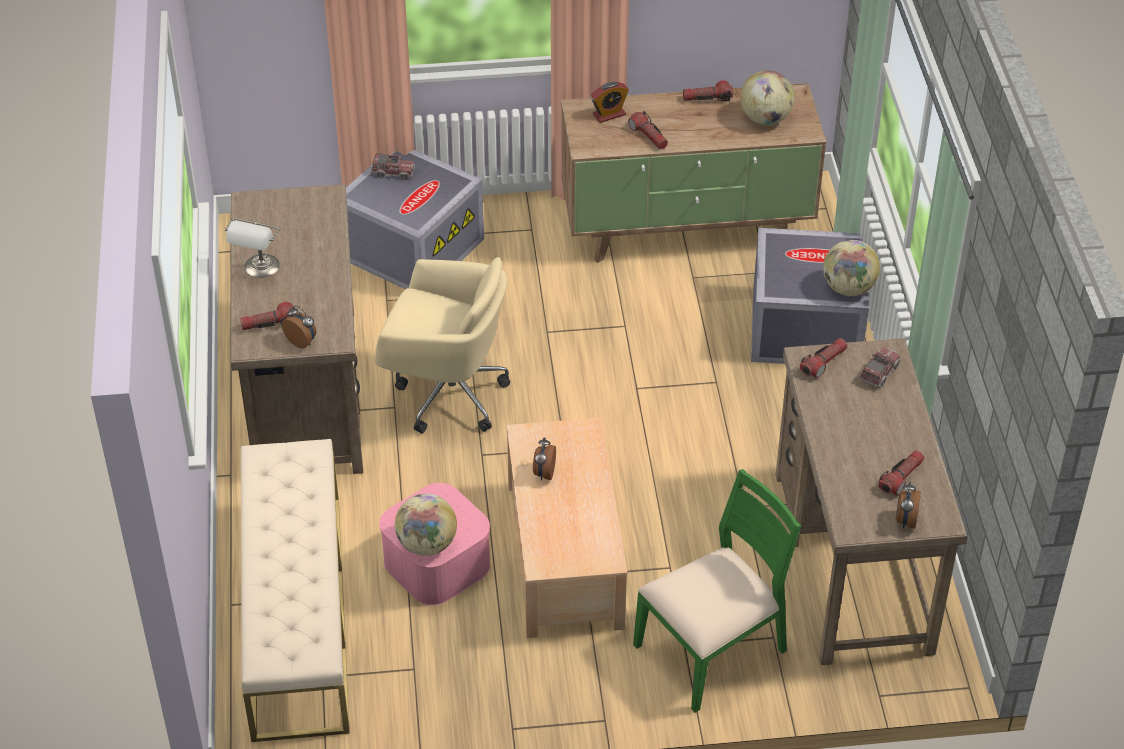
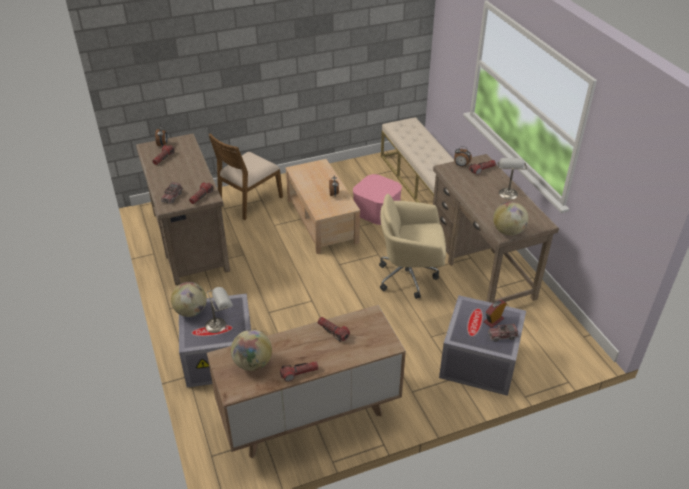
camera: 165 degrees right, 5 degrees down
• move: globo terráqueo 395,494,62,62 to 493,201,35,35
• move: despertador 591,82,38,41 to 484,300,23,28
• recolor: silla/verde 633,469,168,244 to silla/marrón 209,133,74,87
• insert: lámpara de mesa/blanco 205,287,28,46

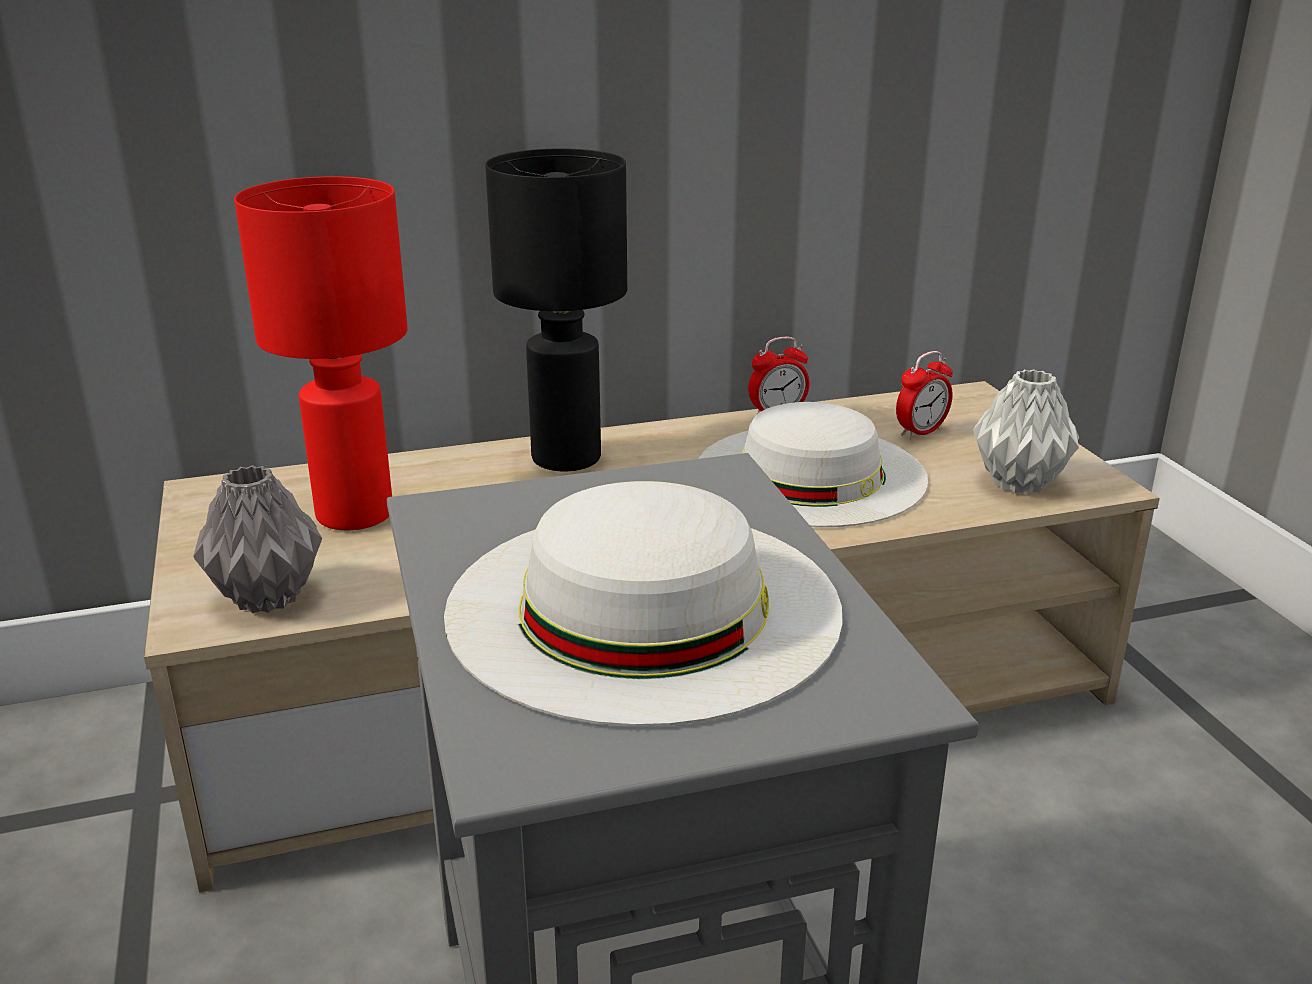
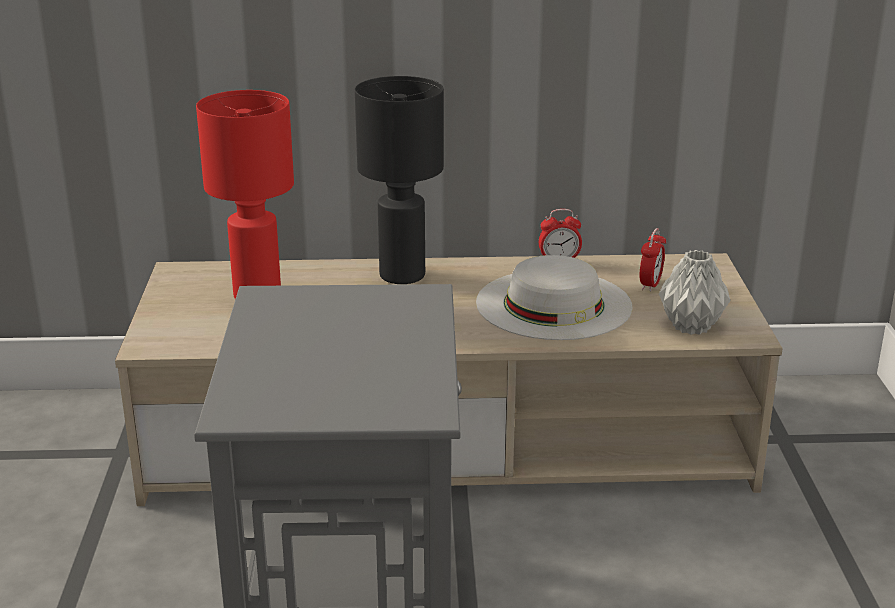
camera: 15 degrees right, 0 degrees up
• delete: florero/gris 193,465,129,148
• delete: sombrero/blanco 444,481,399,246
• rotate: despertador 896,351,57,88 = 640,228,26,64 45 degrees counterclockwise

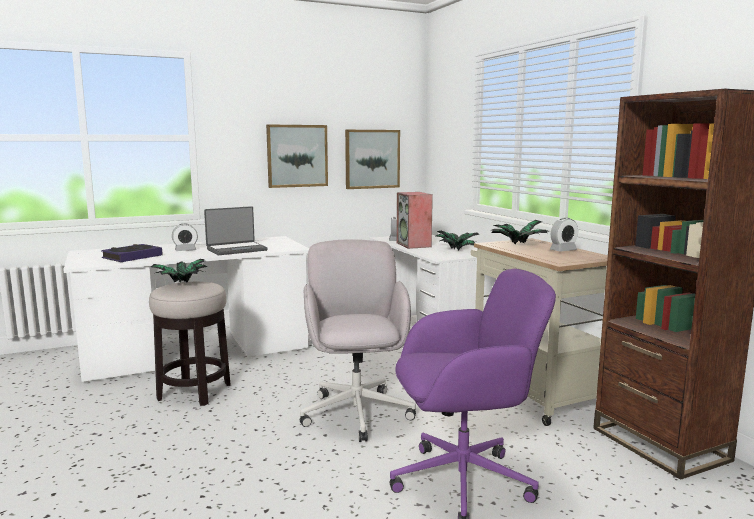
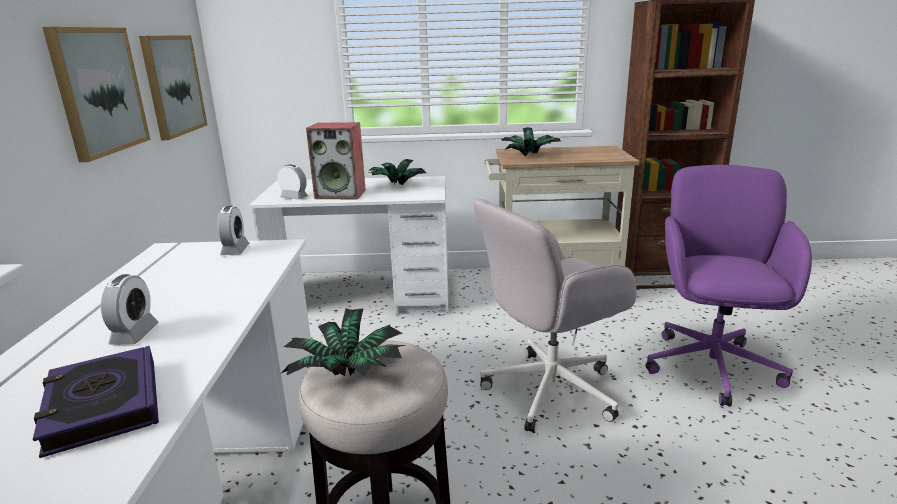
camera: 65 degrees left, 10 degrees up
• delete: portátil 204,206,63,49
• rotate: silla de oficina/gris 300,239,116,203 = 474,199,163,234 45 degrees counterclockwise
• move: despertador 550,217,28,35 to 217,206,32,49

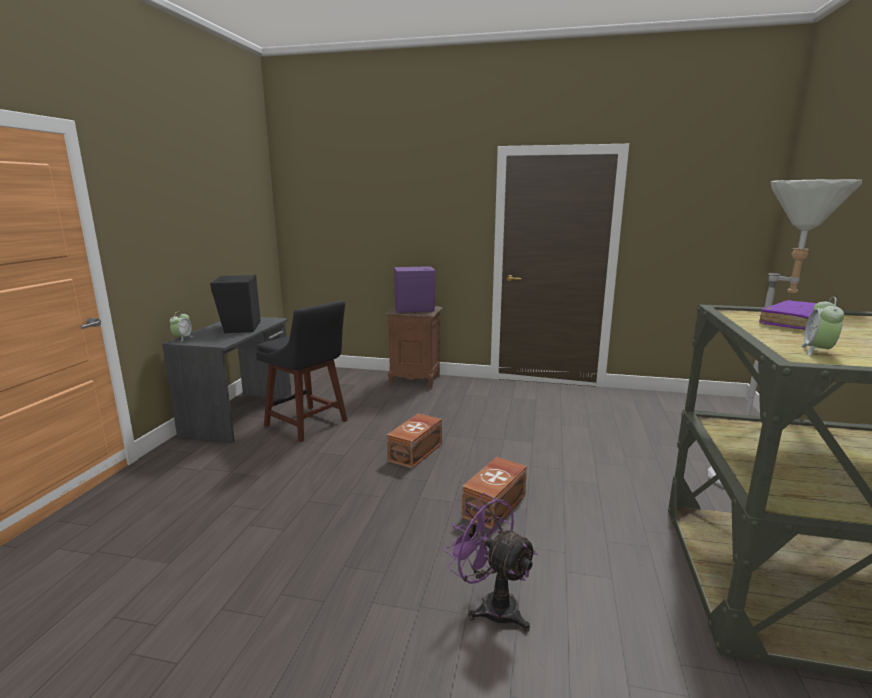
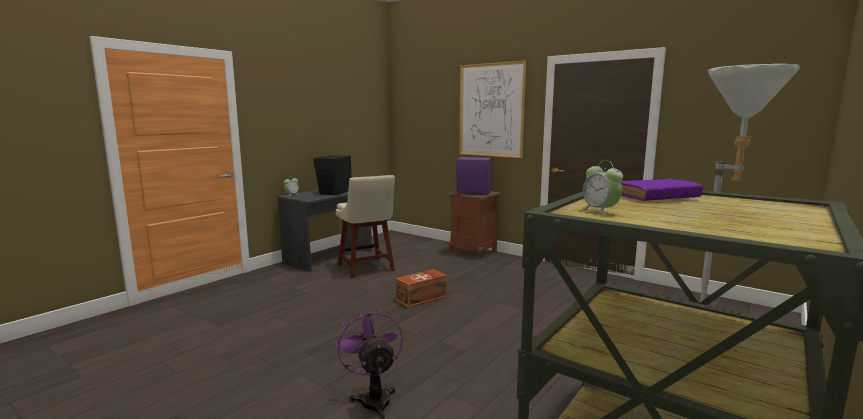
camera: 25 degrees right, 5 degrees down
• recolor: taburete/negro 256,300,92,142 to taburete/beis 336,175,59,103
• delete: caja de almacenaje/marrón 462,457,65,72
• rotate: despertador 801,297,43,59 = 581,161,42,55 75 degrees counterclockwise
• insert: cuadro 459,61,67,97

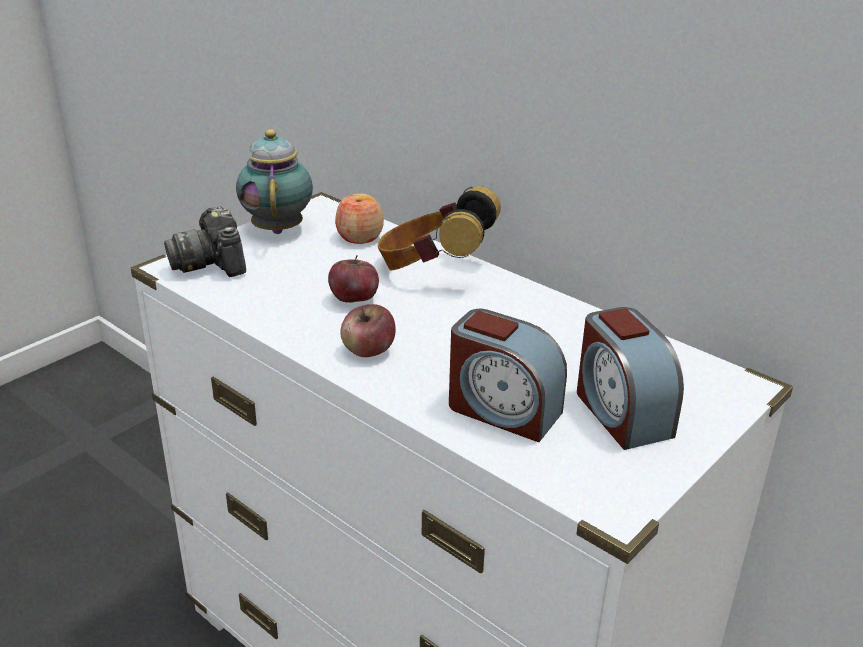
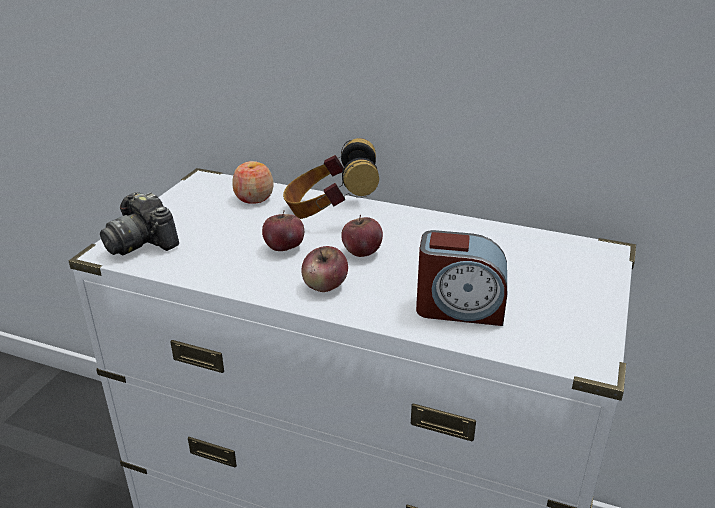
camera: 20 degrees left, 0 degrees up
• delete: tetera 236,129,77,105
• delete: despertador 577,307,107,143
• insert: manzana 341,215,42,42

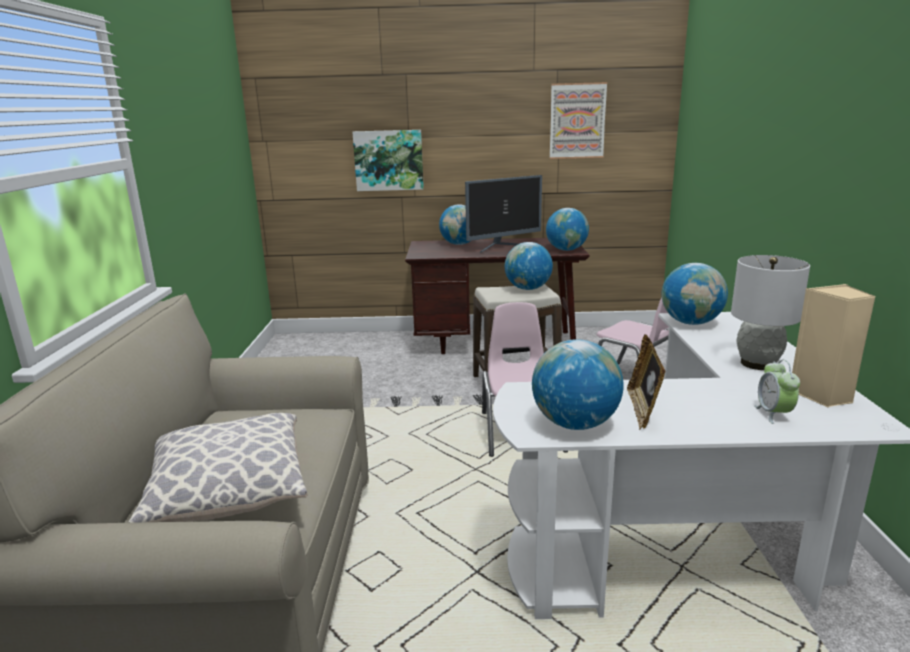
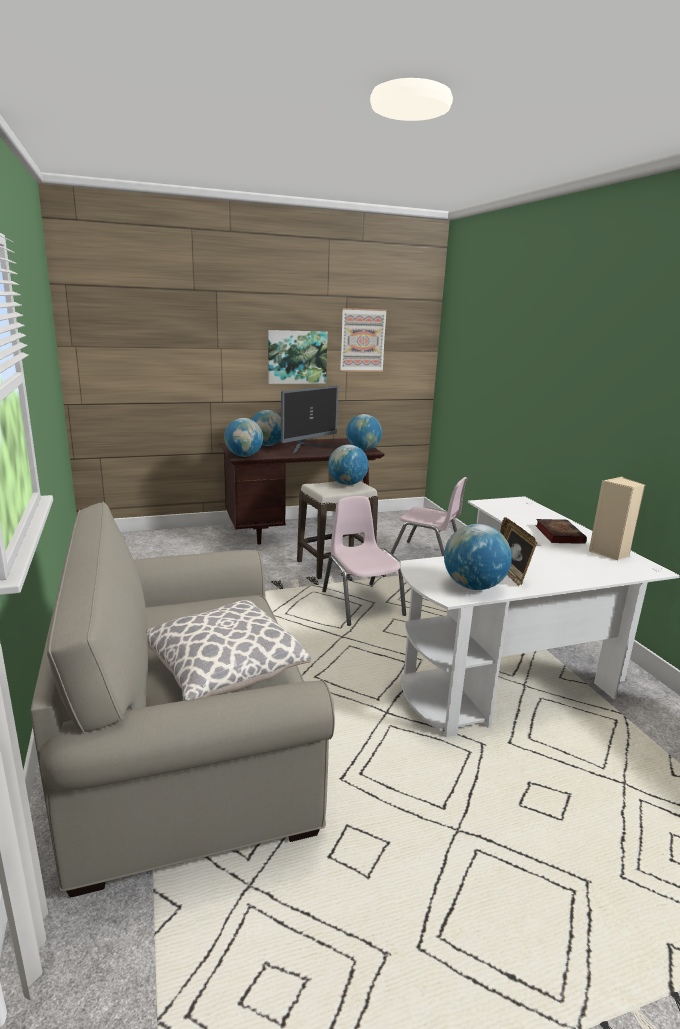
camera: 20 degrees left, 0 degrees up
• move: cuadro 352,130,72,61 to 268,330,60,54
• move: globo terráqueo 662,263,66,62 to 224,418,39,39
• replace: lámpara de mesa/blanco 731,255,79,115 to libro 535,519,52,25
• delete: despertador 754,360,46,64

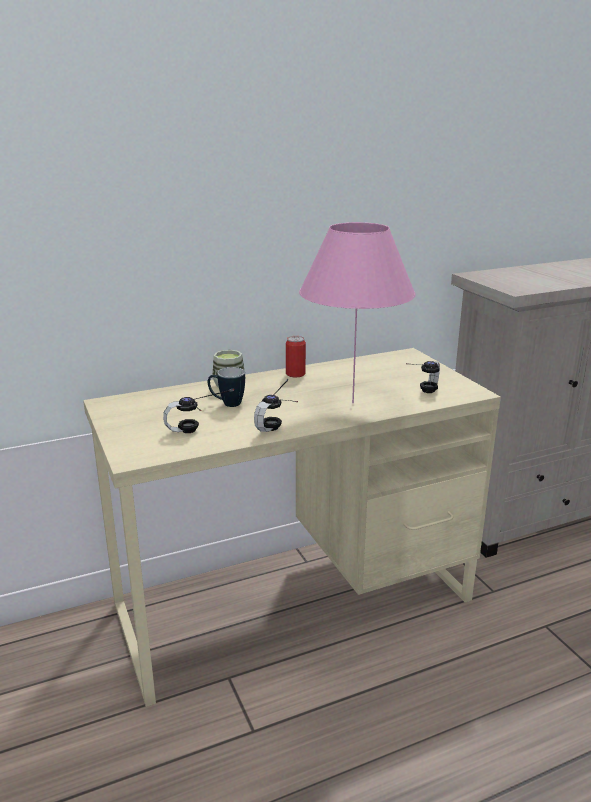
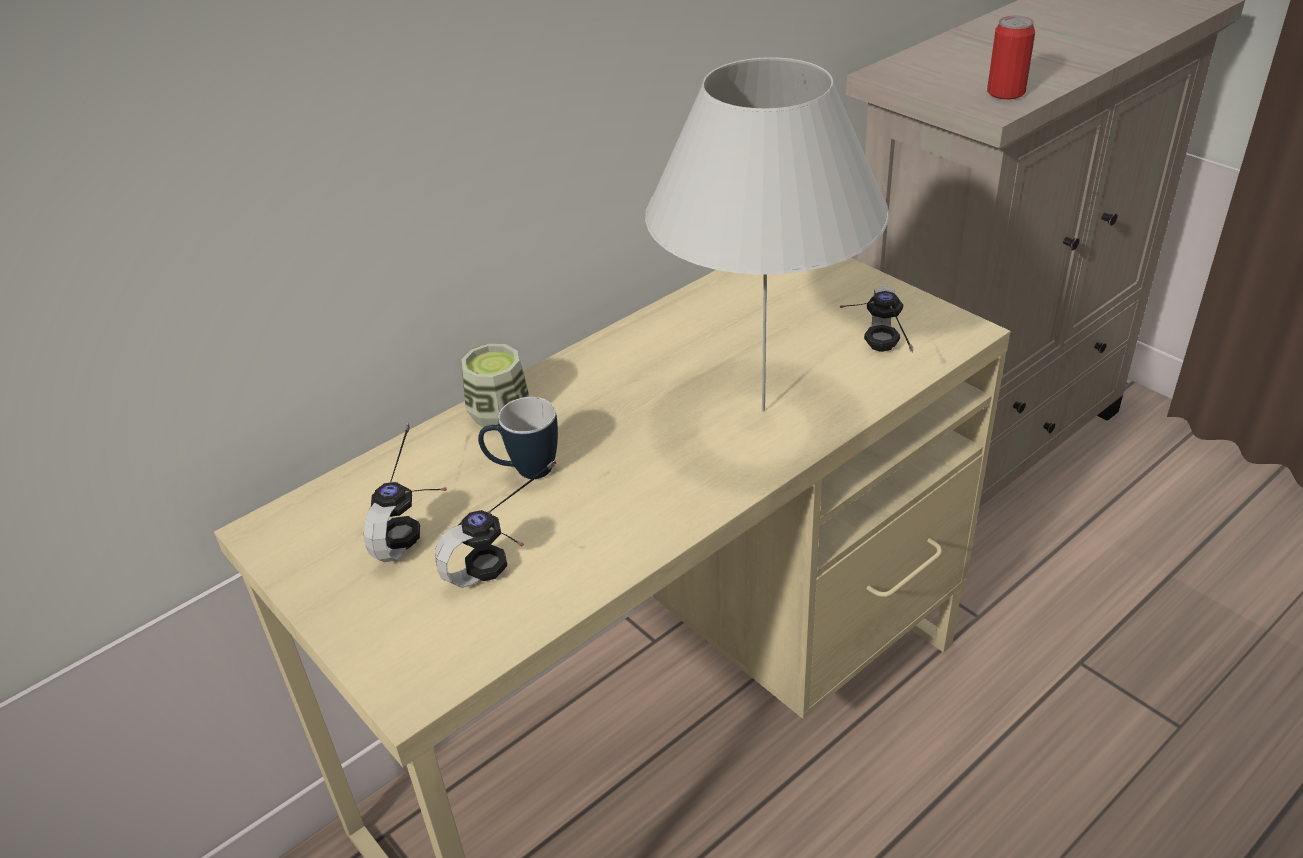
camera: 15 degrees left, 15 degrees up
• move: auriculares 254,379,44,53 to 364,423,83,139
• move: lata 286,336,20,41 to 987,15,48,84
• recolor: lámpara de mesa/rosa 299,222,117,181 to lámpara de mesa/blanco 645,57,244,355

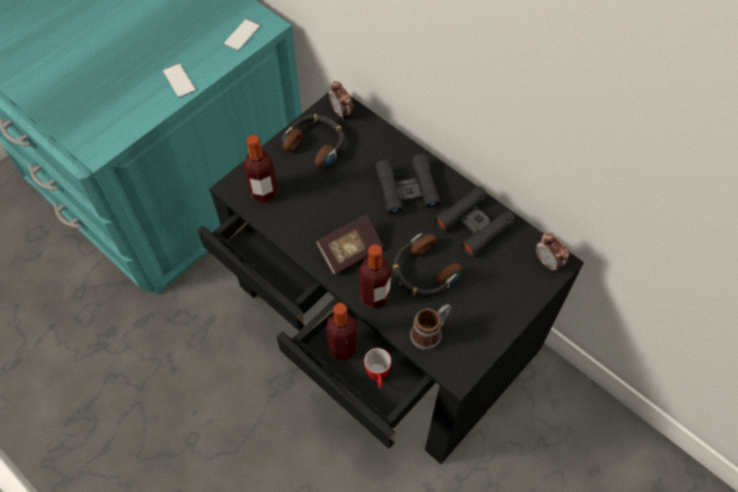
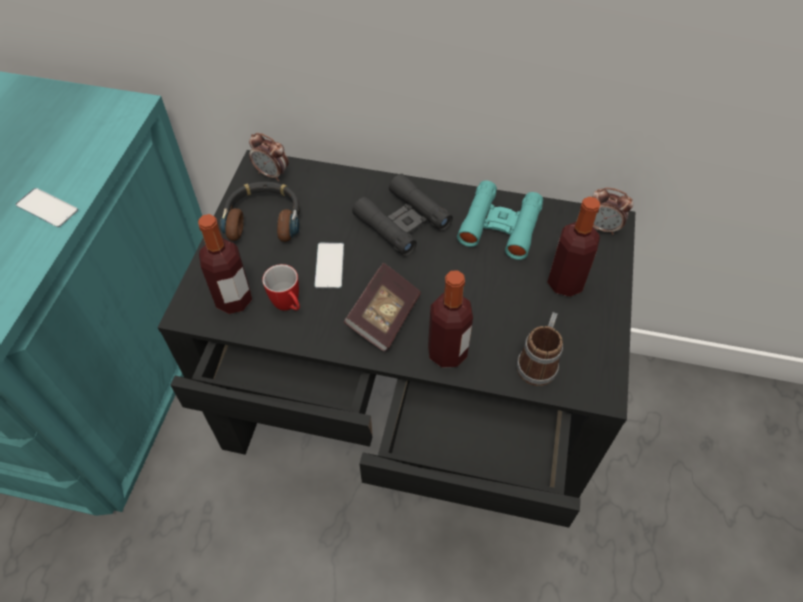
camera: 30 degrees left, 5 degrees down
• move: móvil 224,19,37,32 to 314,242,30,46
• move: botella 326,303,31,57 to 548,196,52,101
• move: taza grande 364,348,27,41 to 262,264,38,47
• delete: auriculares 393,233,70,64
• recolor: prismáticos/negro 434,186,81,71 to prismáticos/turquesa 457,180,86,80

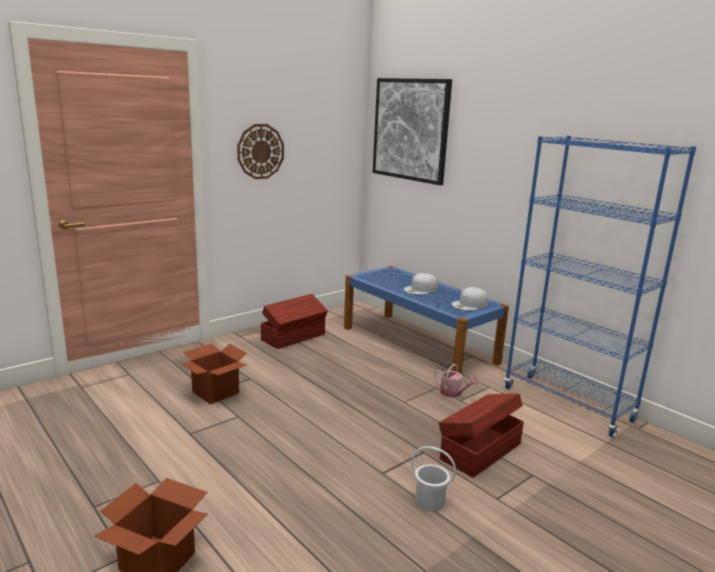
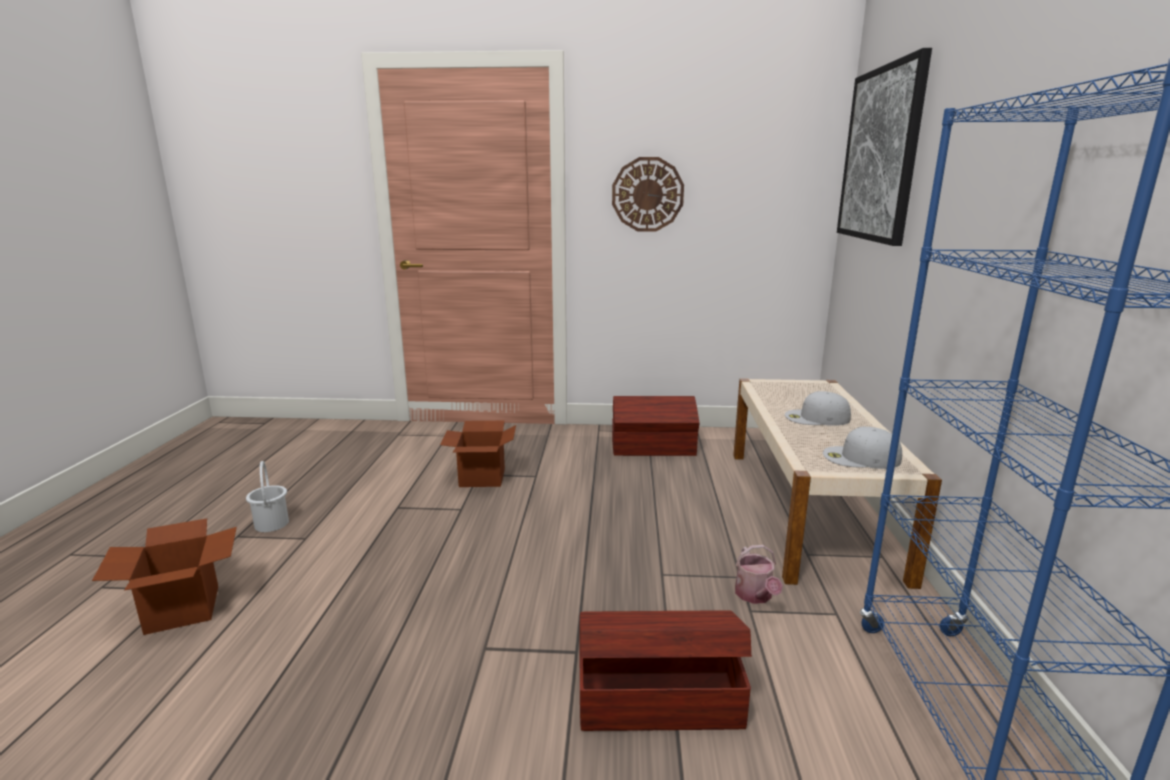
camera: 45 degrees right, 0 degrees up
• recolor: banco/azul 344,266,165,108 to banco/beis 733,378,209,211
• move: cubo/blanco 411,446,45,66 to 246,461,43,71

